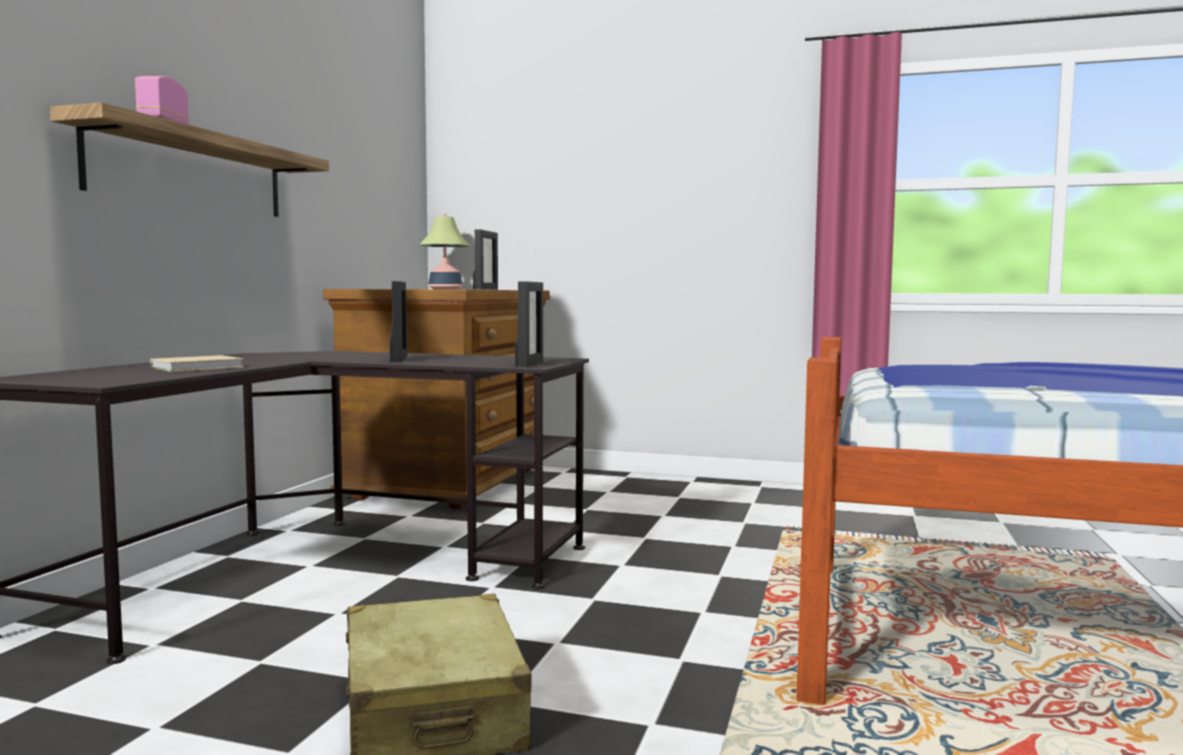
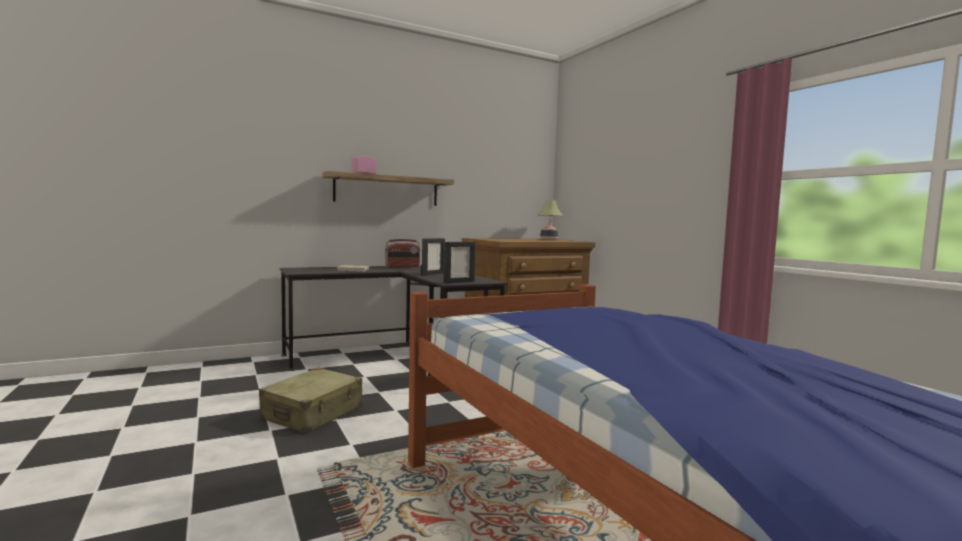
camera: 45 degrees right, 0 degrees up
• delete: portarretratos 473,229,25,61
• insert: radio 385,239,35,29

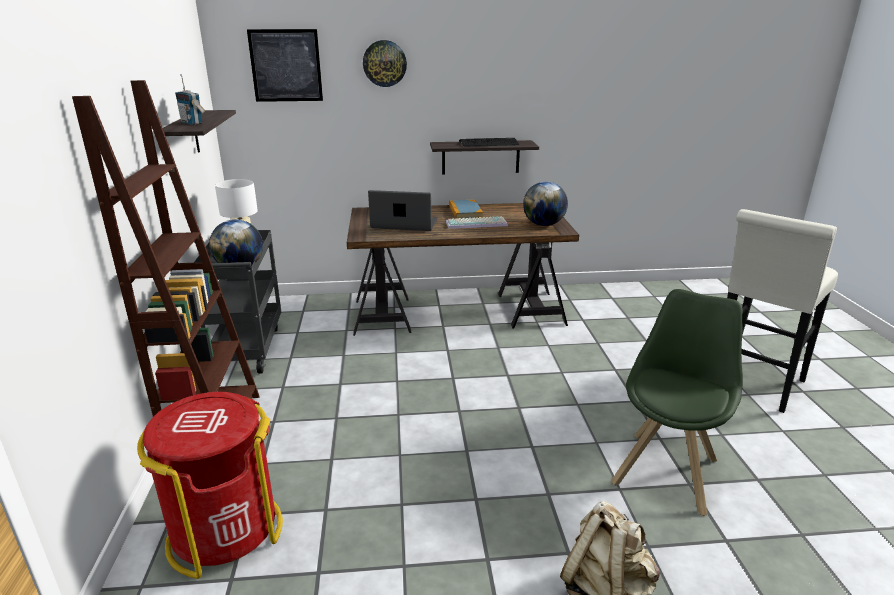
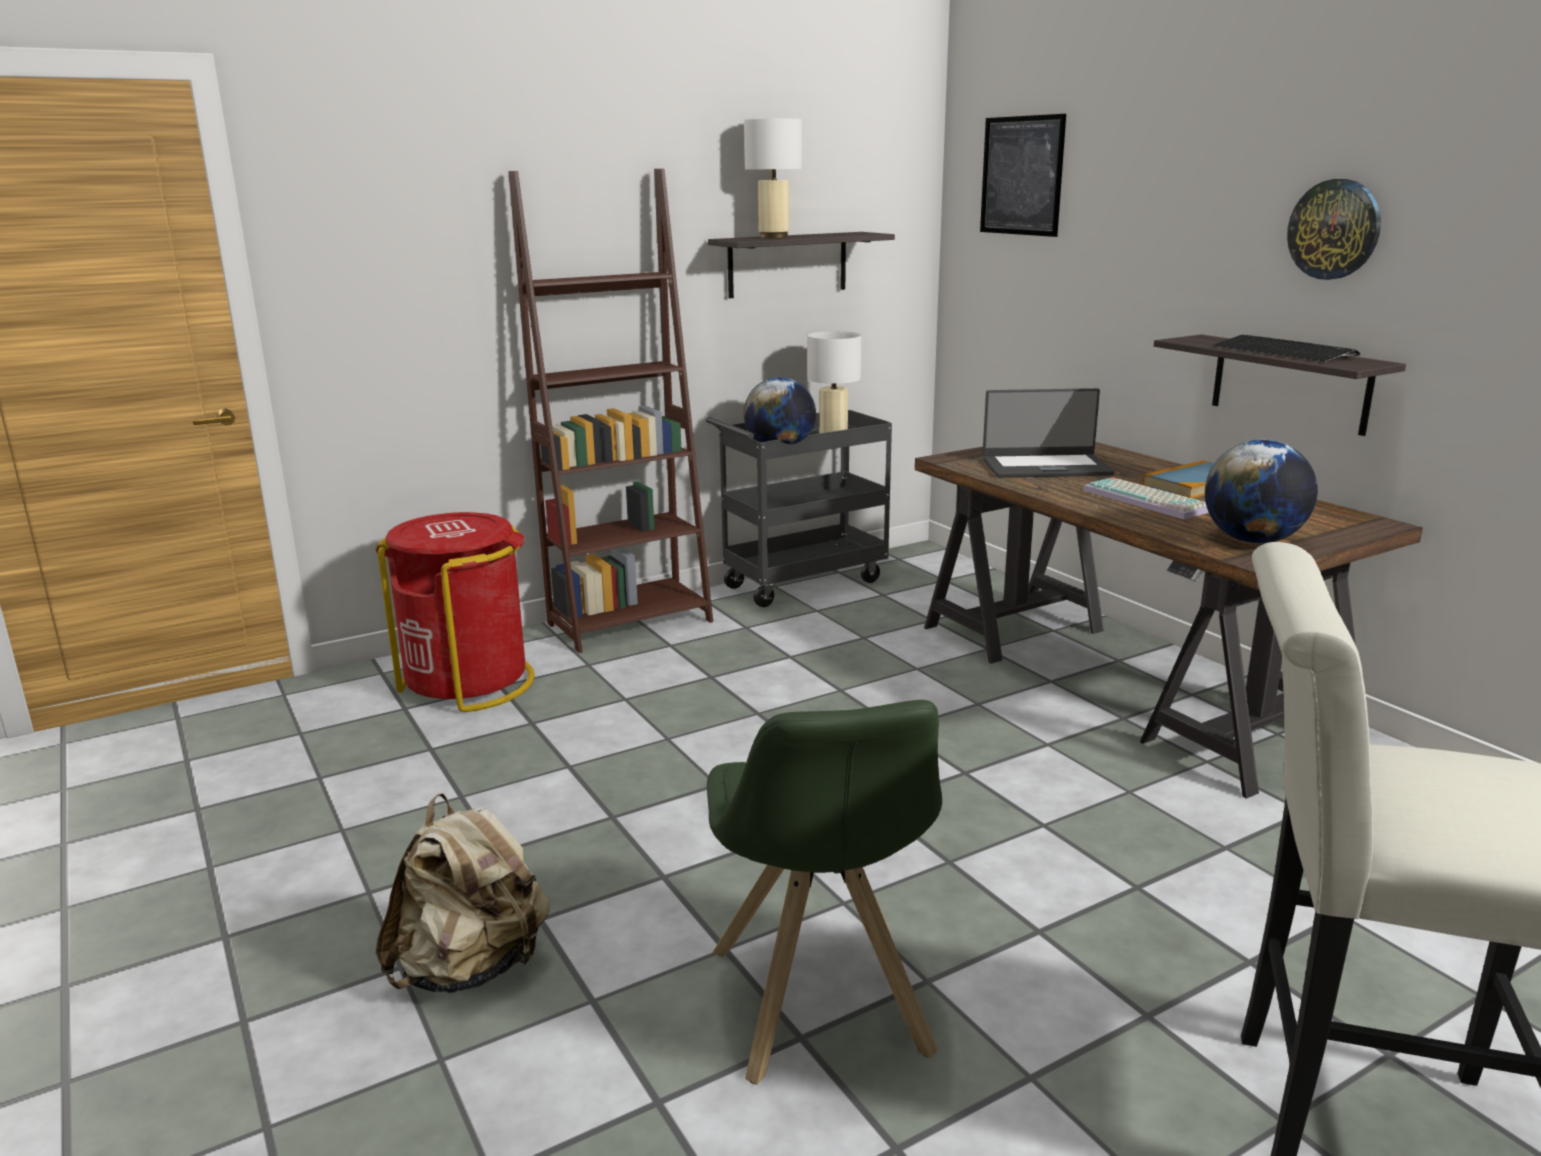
camera: 65 degrees right, 5 degrees down
• replace: radio 175,74,30,51 to lámpara de mesa/blanco 744,119,58,119
• move: reloj de pared 363,40,44,47 to 1287,179,94,101
• rotate: portátil 368,190,69,41 = 983,388,131,90 105 degrees clockwise
• rotate: silla/verde 611,289,132,227 = 707,700,235,385 75 degrees clockwise

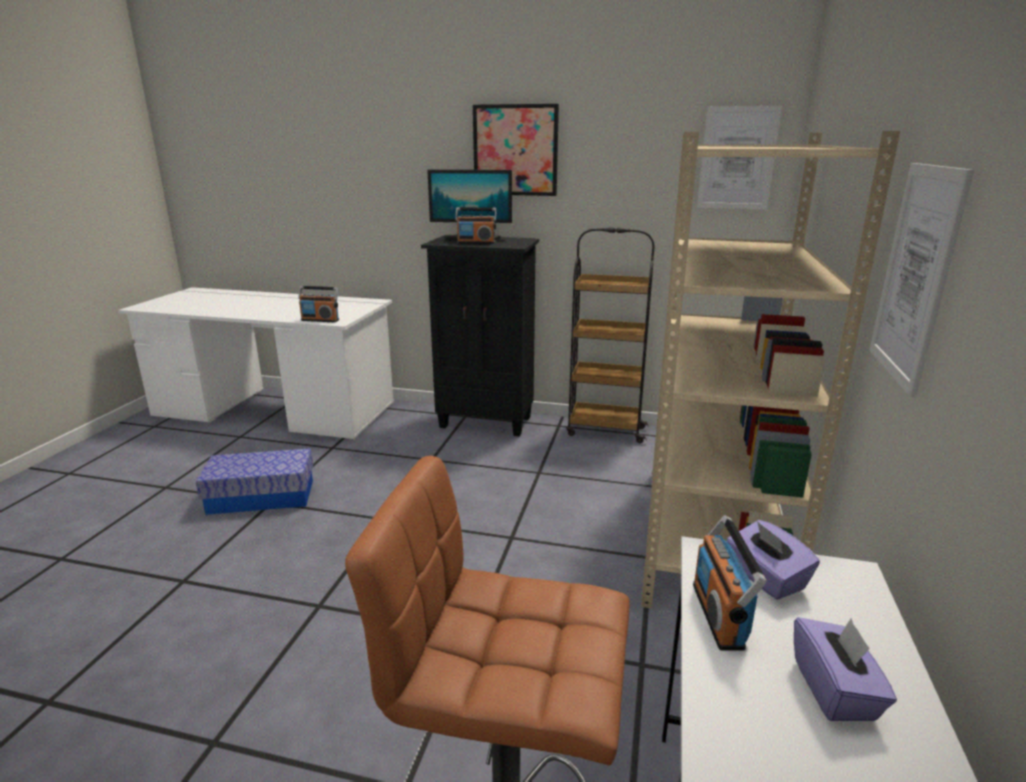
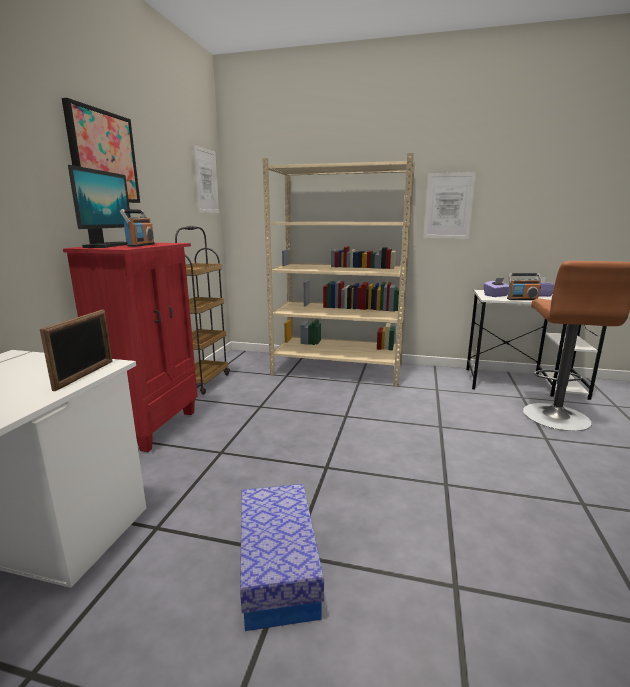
camera: 90 degrees left, 5 degrees down
• replace: radio 298,286,41,36 to portarretratos 40,310,72,81
• recolor: armario/negro 421,235,118,201 to armario/rojo 63,243,135,209

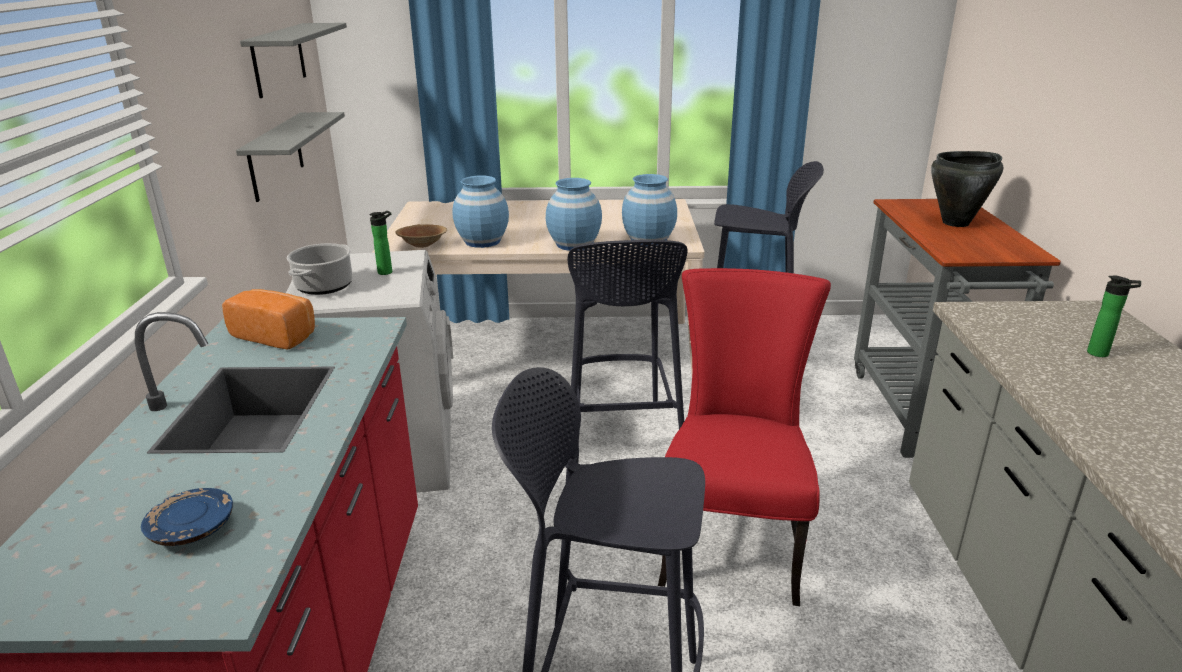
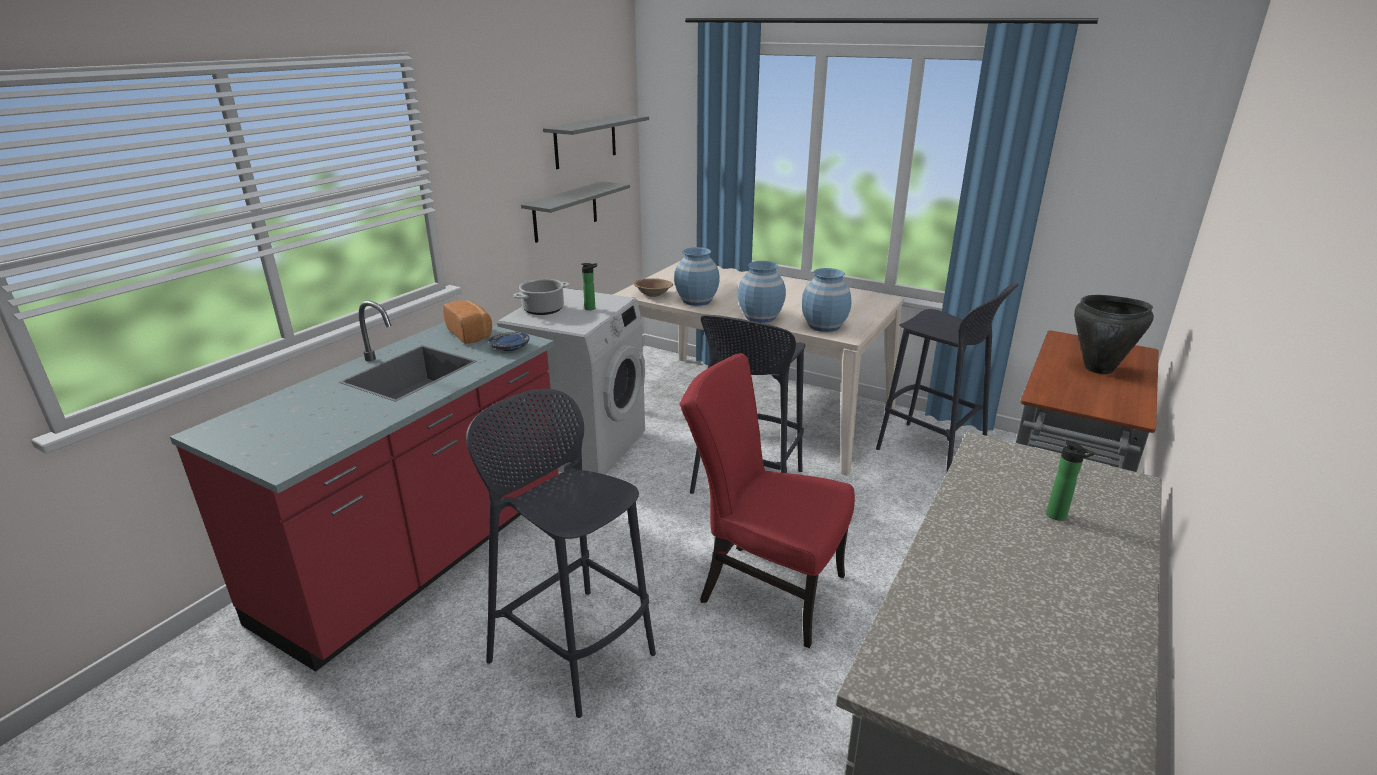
camera: 30 degrees right, 0 degrees up
• move: plato/azul 141,488,92,58 to 489,332,41,19
• rotate: silla/rojo 658,268,173,338 = 679,353,176,295 105 degrees counterclockwise

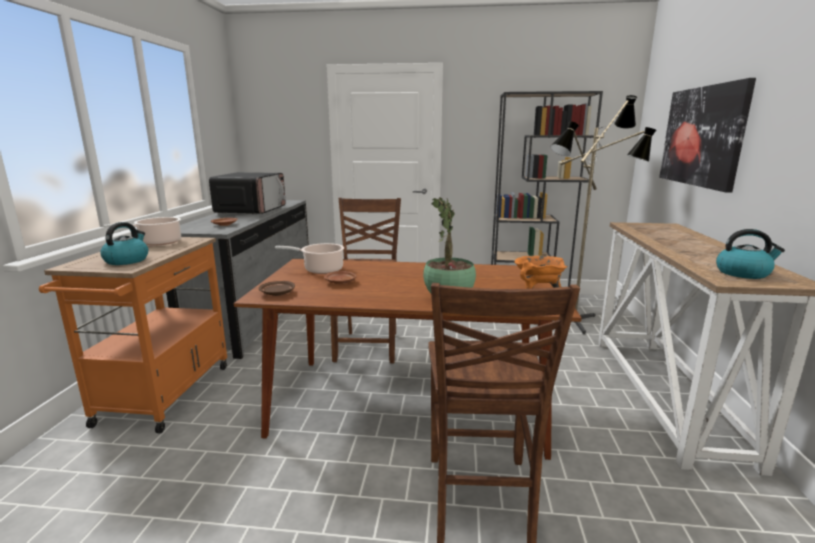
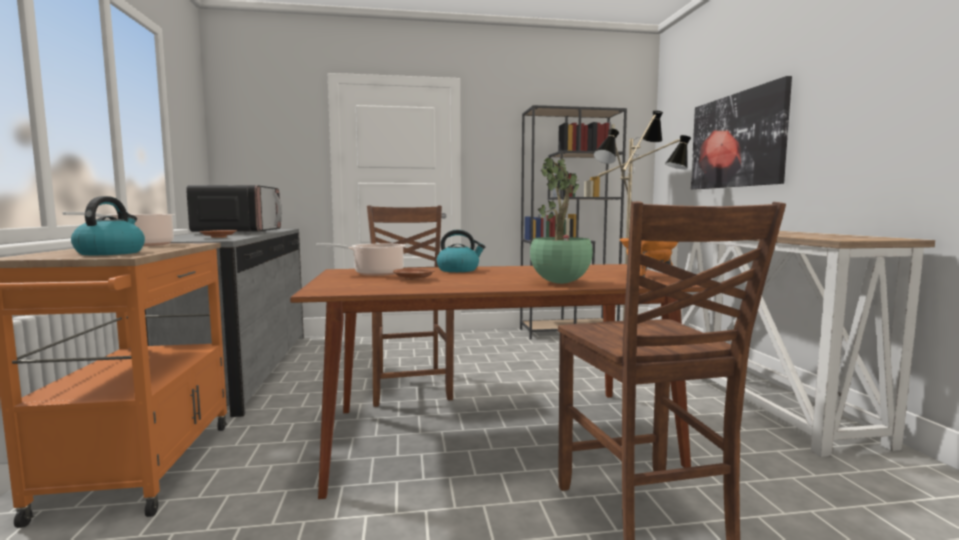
camera: 15 degrees left, 10 degrees down
• delete: plato/marrón 259,281,36,15
• move: hervidor 716,229,69,50 to 436,230,49,42

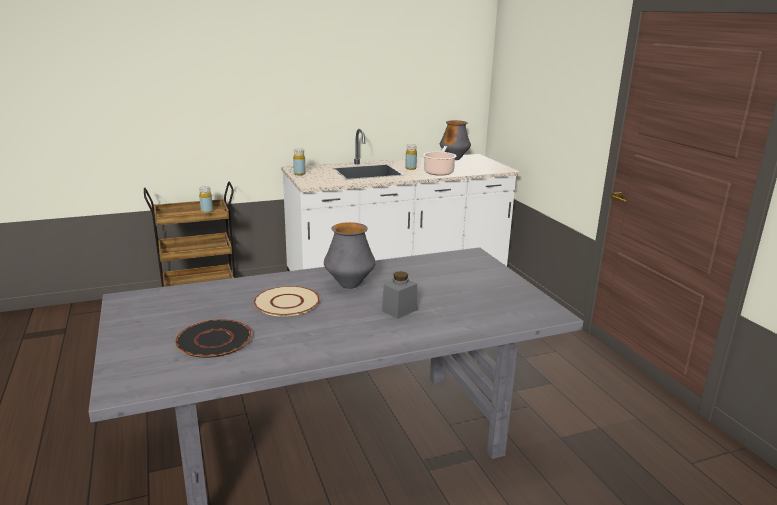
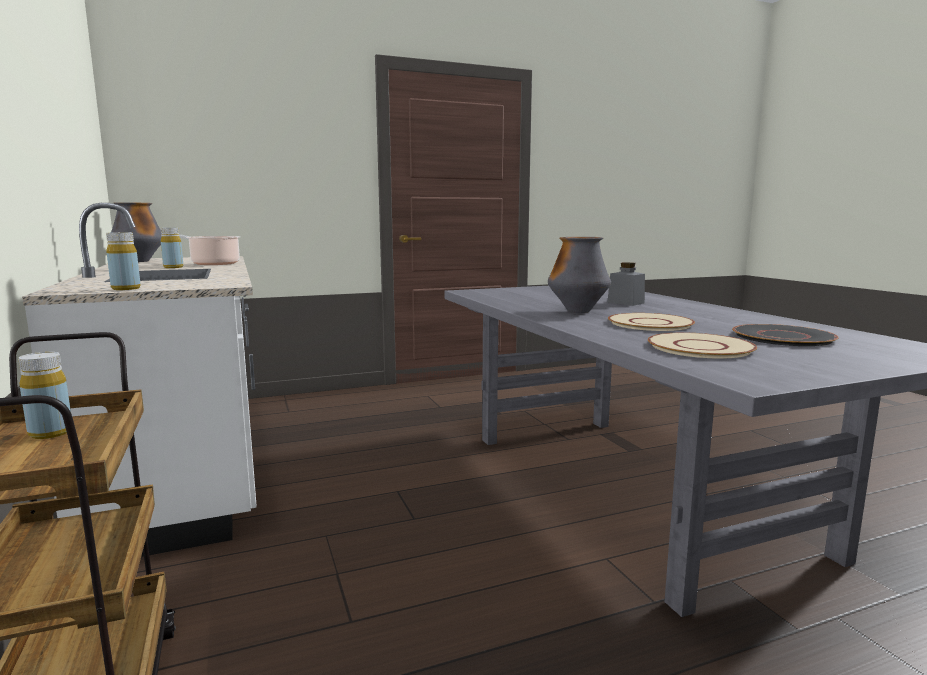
camera: 90 degrees left, 10 degrees down
• insert: plato/beis 648,333,109,26

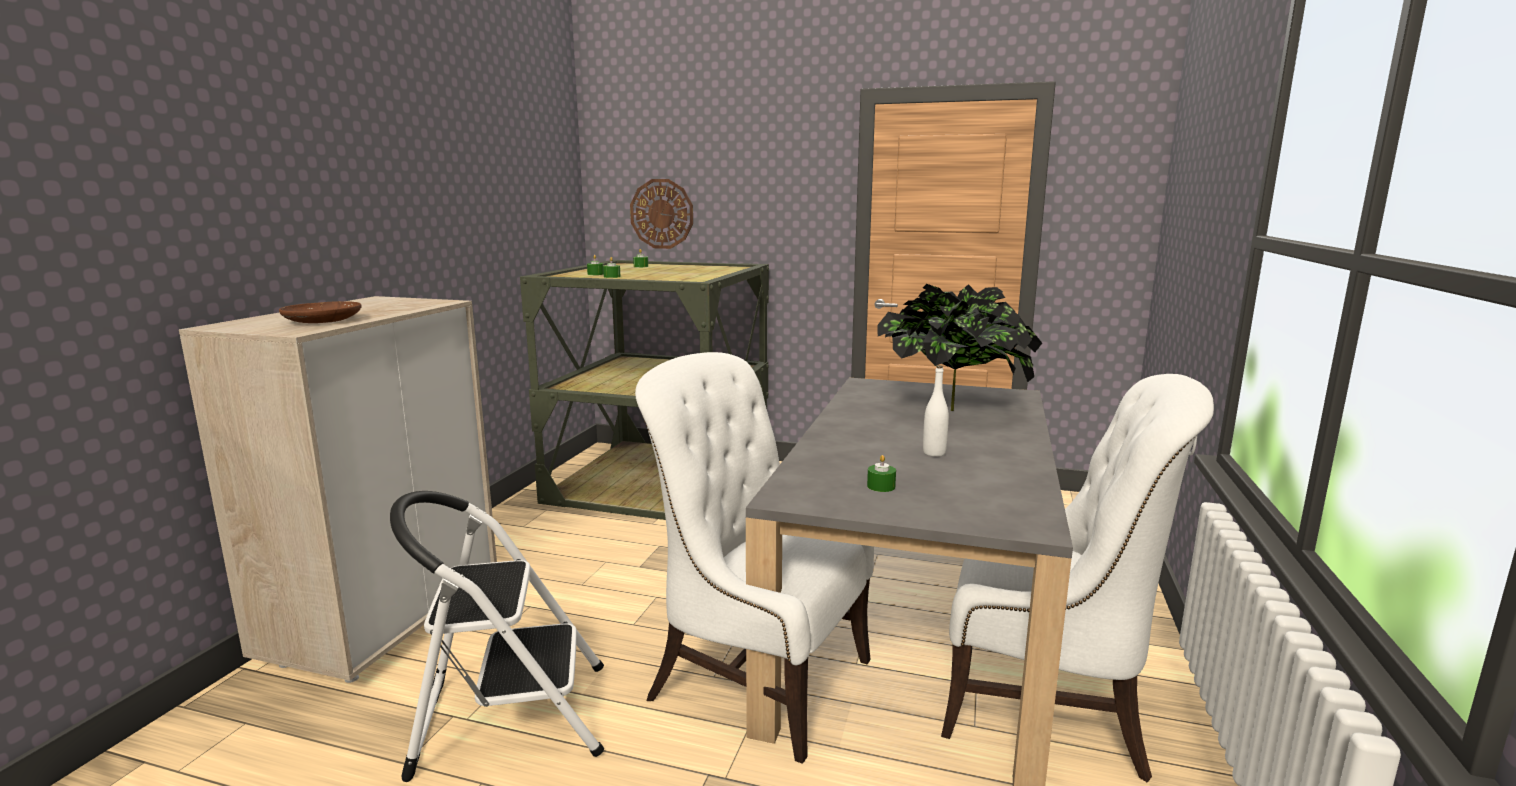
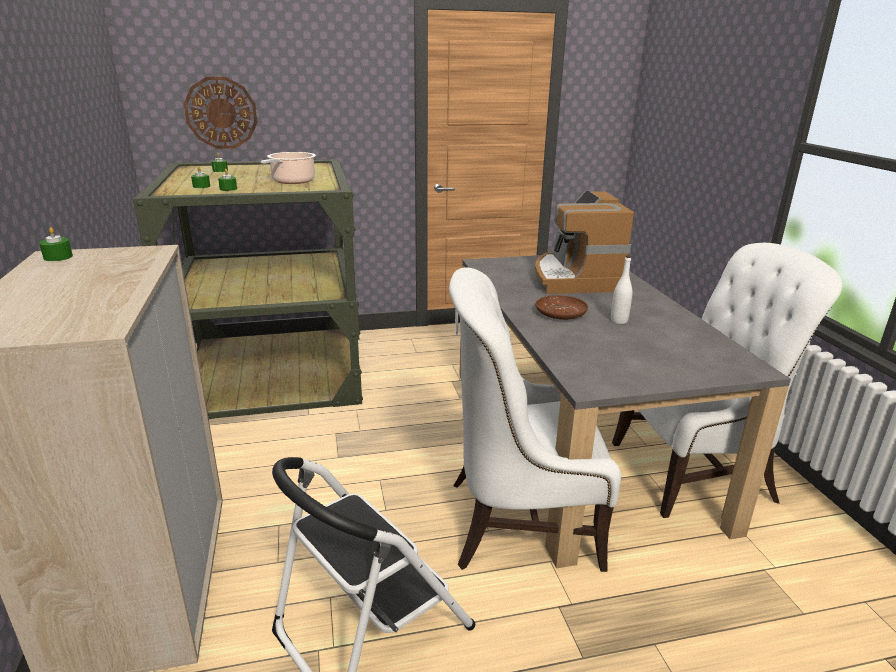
camera: 30 degrees left, 10 degrees up
• move: plato/marrón 279,301,83,22 to 535,295,53,25
• move: vela/verde 867,455,29,37 to 39,227,34,34
• replace: planta en maceta 877,284,165,127 to cafetera 535,190,99,104
• insert: olla 261,152,55,32

